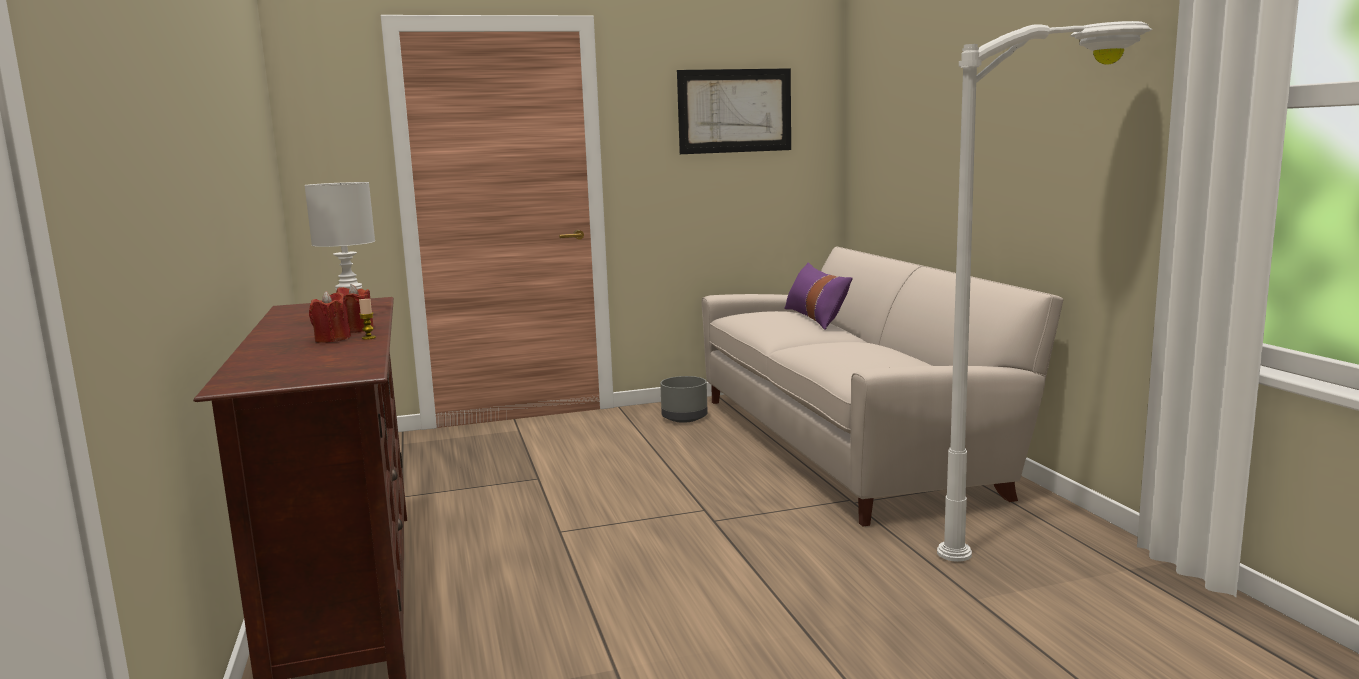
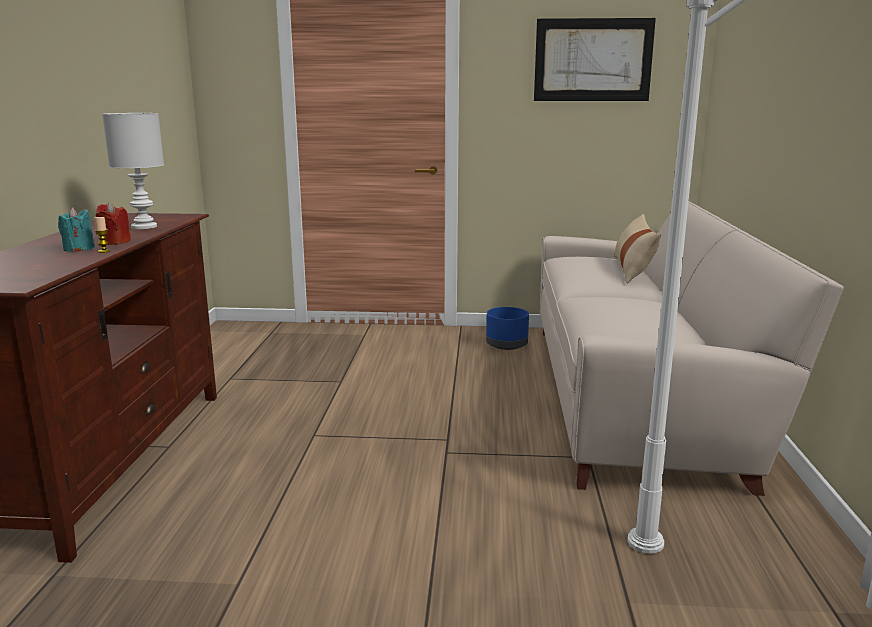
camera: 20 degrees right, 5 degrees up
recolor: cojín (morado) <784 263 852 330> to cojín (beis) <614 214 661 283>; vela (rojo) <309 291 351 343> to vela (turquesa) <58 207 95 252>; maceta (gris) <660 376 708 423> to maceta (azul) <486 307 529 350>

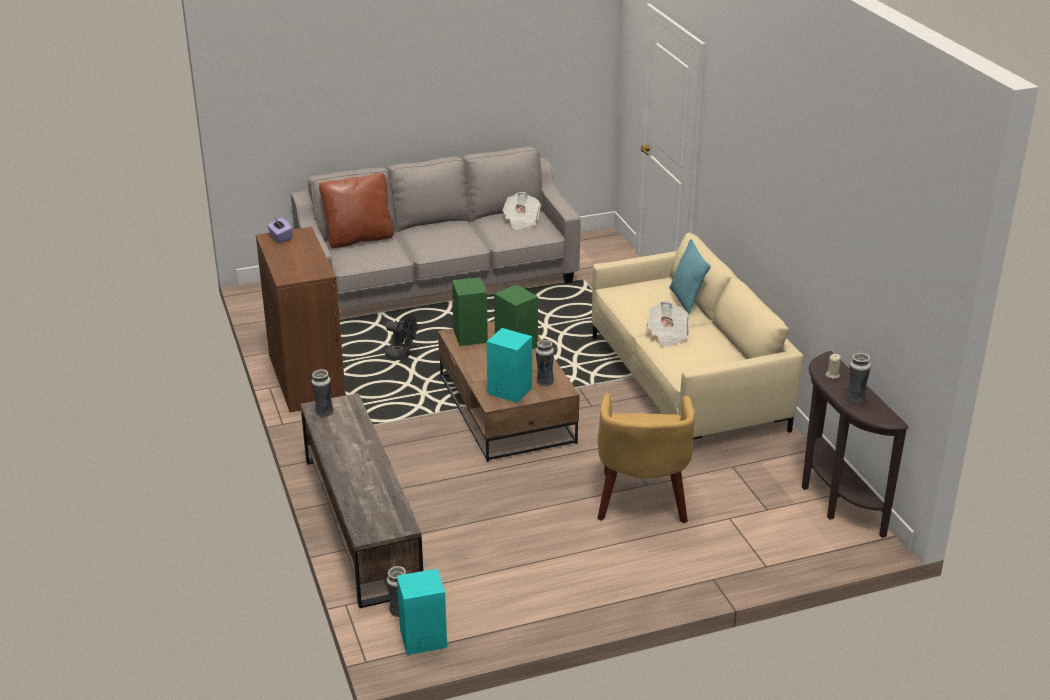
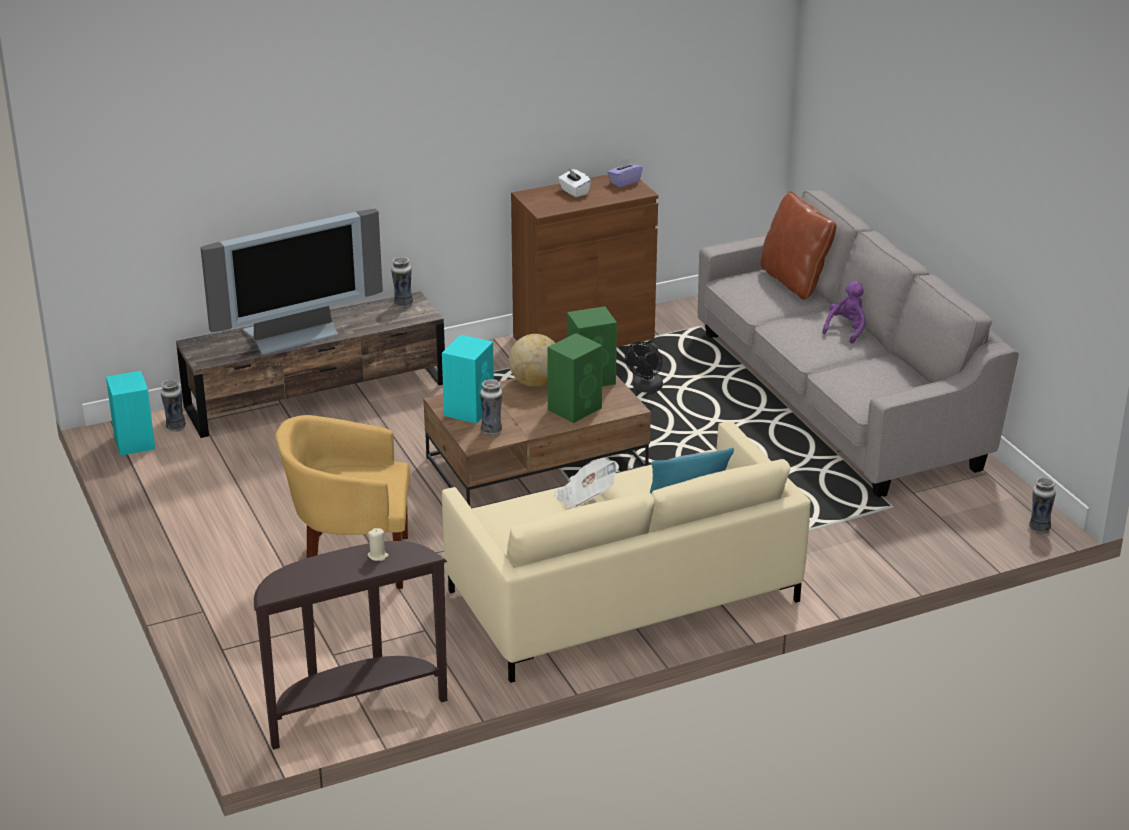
camera: 85 degrees right, 0 degrees up
delete: periódico <502 192 541 230>
insert: caja de pañuelos (blanco) <558 169 591 197>; televisor <200 209 383 354>; peluche (morado) <822 281 866 343>; globo terráqueo <509 334 555 387>
move: florero <847 353 871 404> to <1029 477 1056 534>

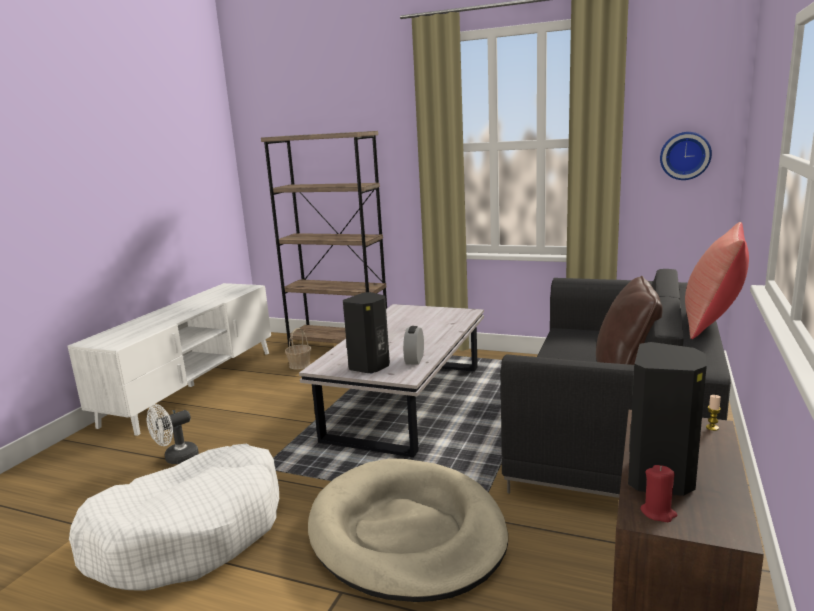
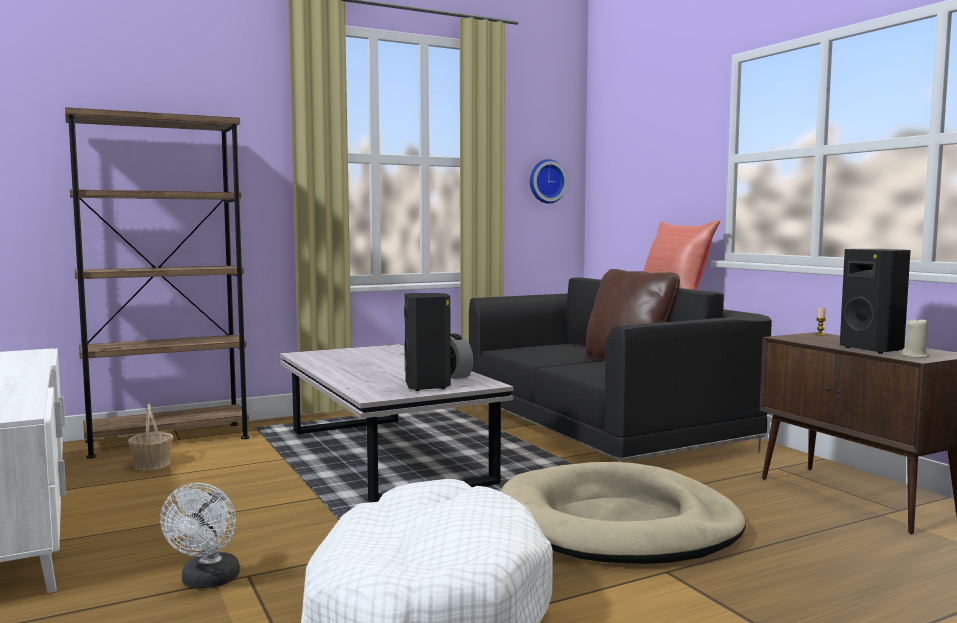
camera: 50 degrees left, 10 degrees down
recolor: vela (rojo) <640 465 677 522> to vela (beis) <902 318 930 358>

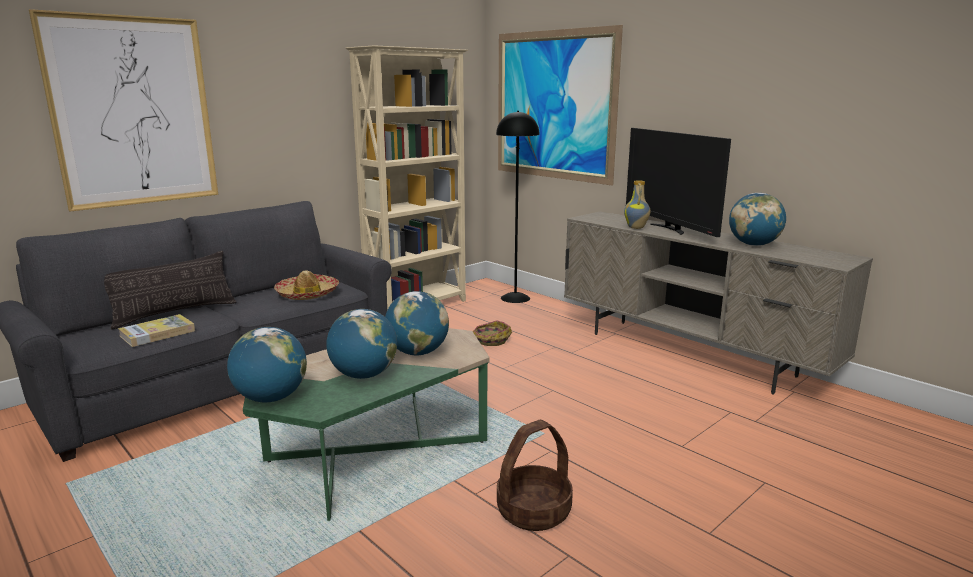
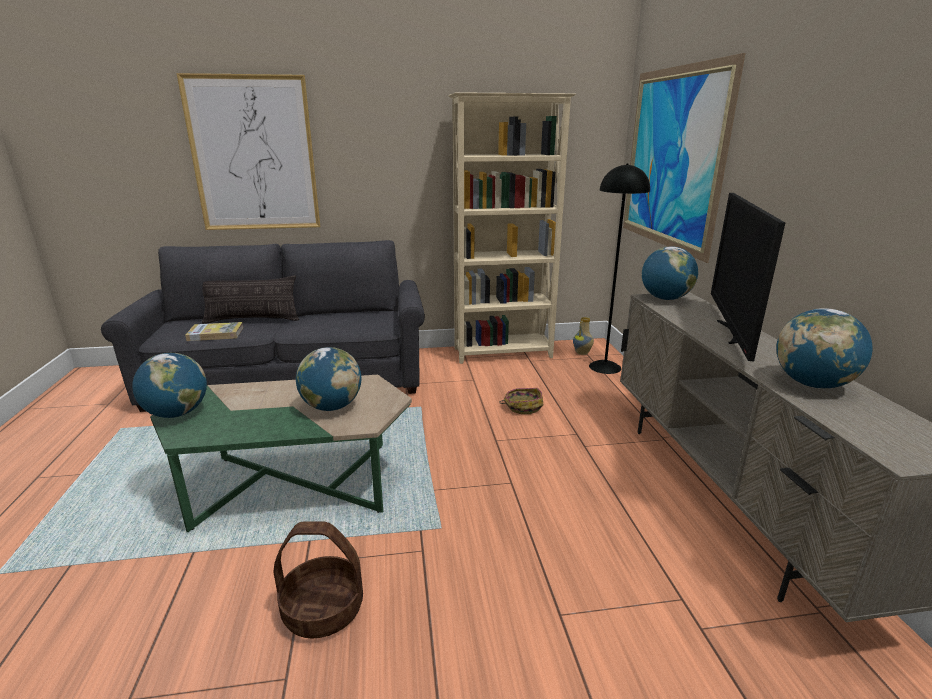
camera: 35 degrees right, 5 degrees up
delete: sombrero <274 270 339 300>
move: florero <624 180 650 229> to <573 317 594 355>; globo terráqueo <326 309 397 379> to <642 246 698 300>

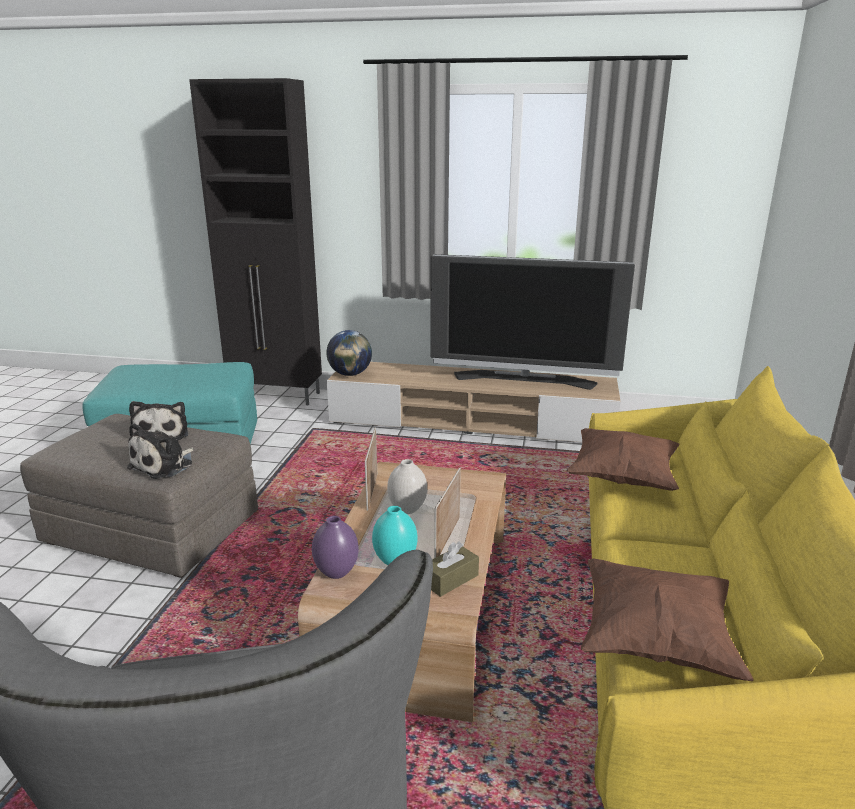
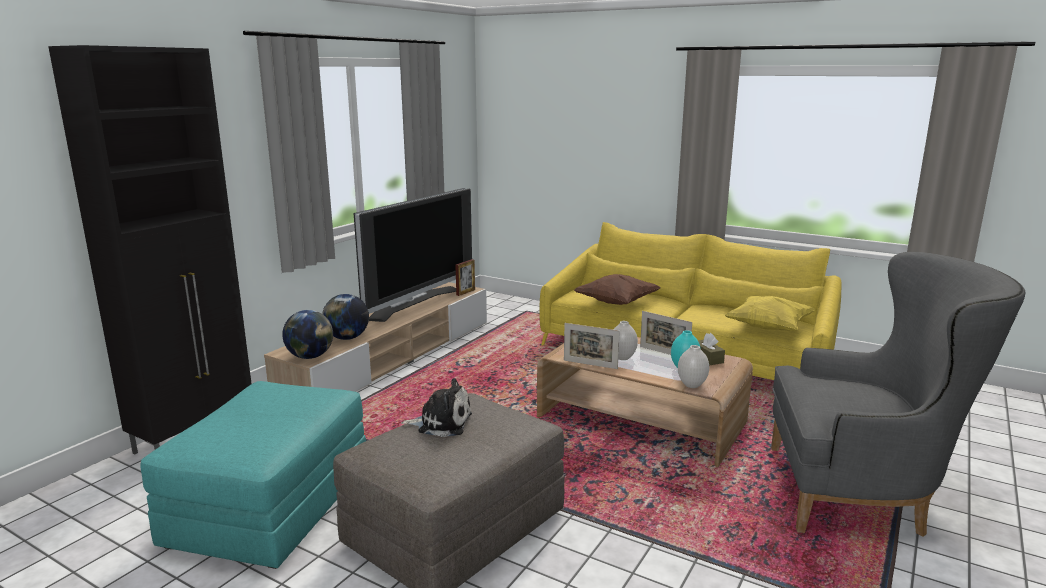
camera: 70 degrees left, 5 degrees down
delete: peluche <127 423 194 479>
insert: portarretratos <455 259 475 296>; globo terráqueo <322 294 369 340>
recolor: florero (morado) <312 516 359 579> to florero (blanco) <678 345 709 388>; cojín (marrón) <581 558 754 681> to cojín (amarillo) <725 296 816 331>

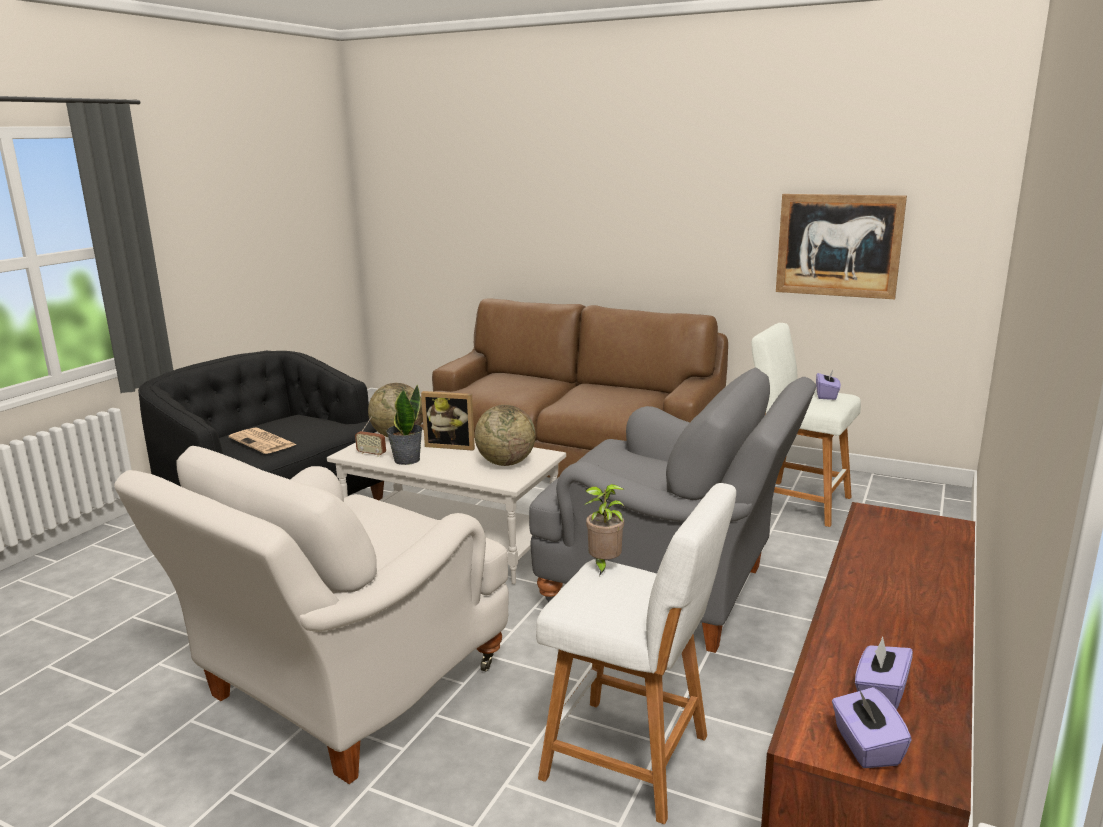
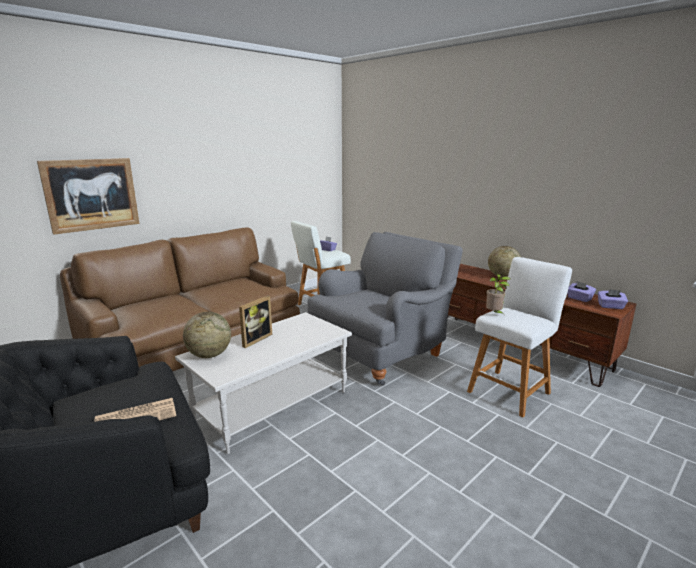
camera: 70 degrees left, 0 degrees up
delete: planta en maceta <386 385 423 465>; radio <355 417 386 457>; sillón (blanco) <114 446 509 784>
move: cuadro <776 194 907 299> to <37 158 139 235>; globo terráqueo <475 405 536 466> to <488 246 521 277>

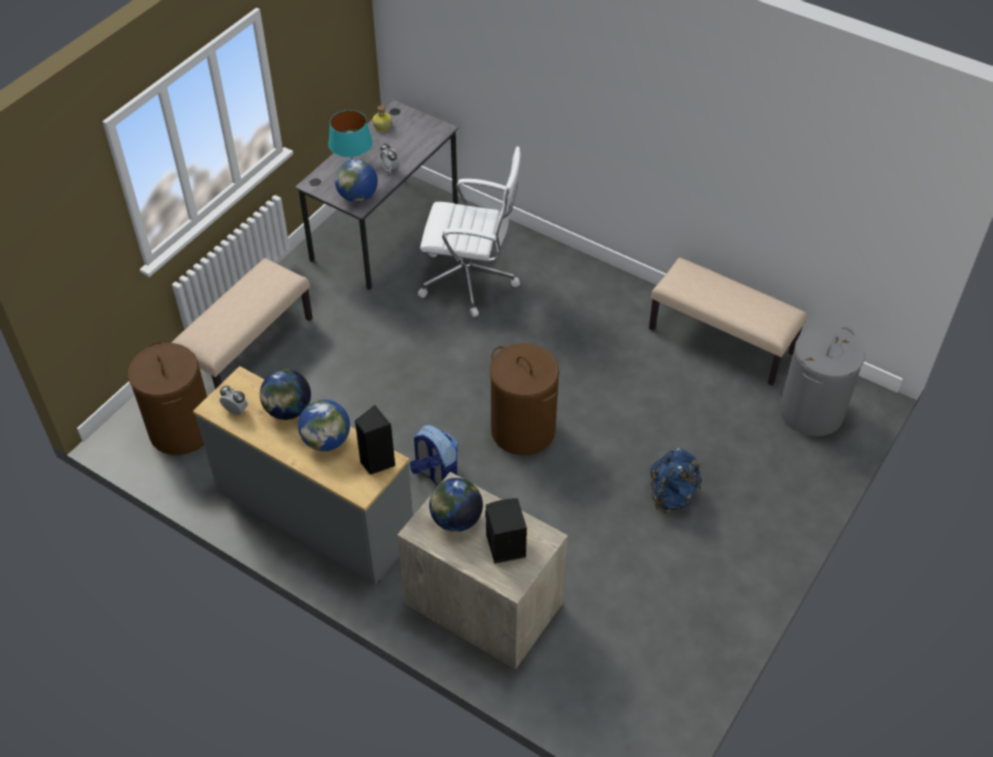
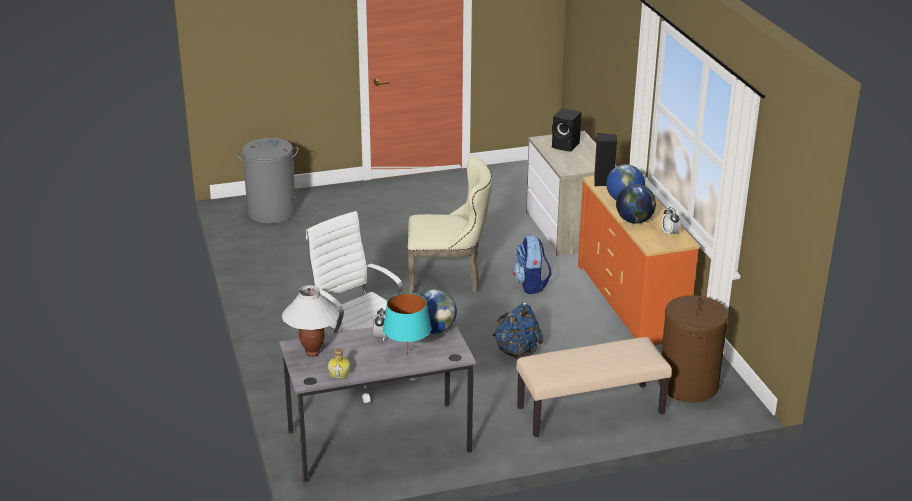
camera: 140 degrees left, 20 degrees down
delete: banco (beis) <649 258 807 386>; globo terráqueo <429 478 483 532>
insert: lámpara de mesa (blanco) <282 285 339 357>
move: mochila (azul) <650 448 702 513> to <492 302 544 359>
replace: cesto de la ropa (marrón) <490 343 559 455> to silla (beis) <407 156 492 293>
recolor: cómoda (gris) <193 366 413 585> to cómoda (naranja) <578 176 700 345>

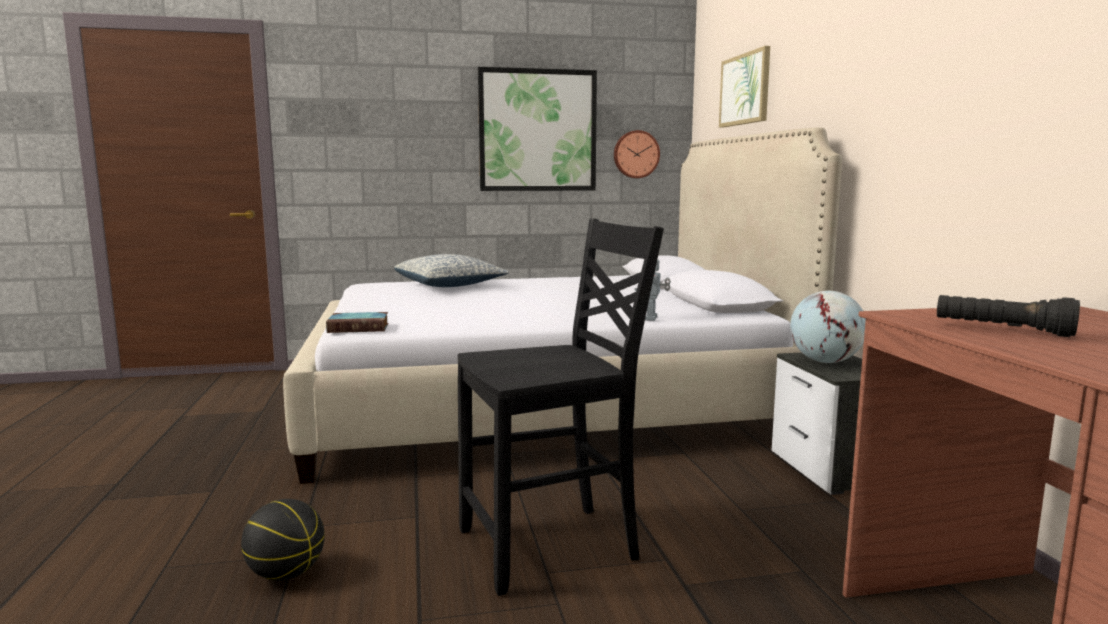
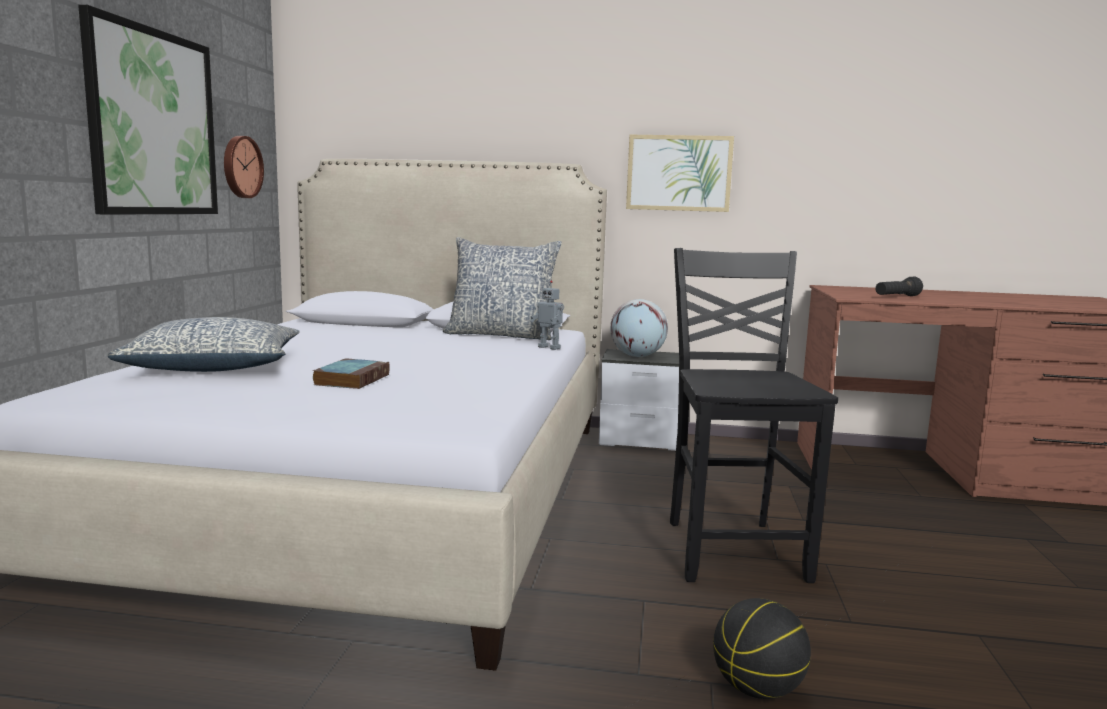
camera: 70 degrees left, 0 degrees up
insert: cojín <443 237 562 340>
move: cuadro <719 46 770 127> to <626 135 734 212>; libro <326 312 388 333> to <313 358 389 389>

